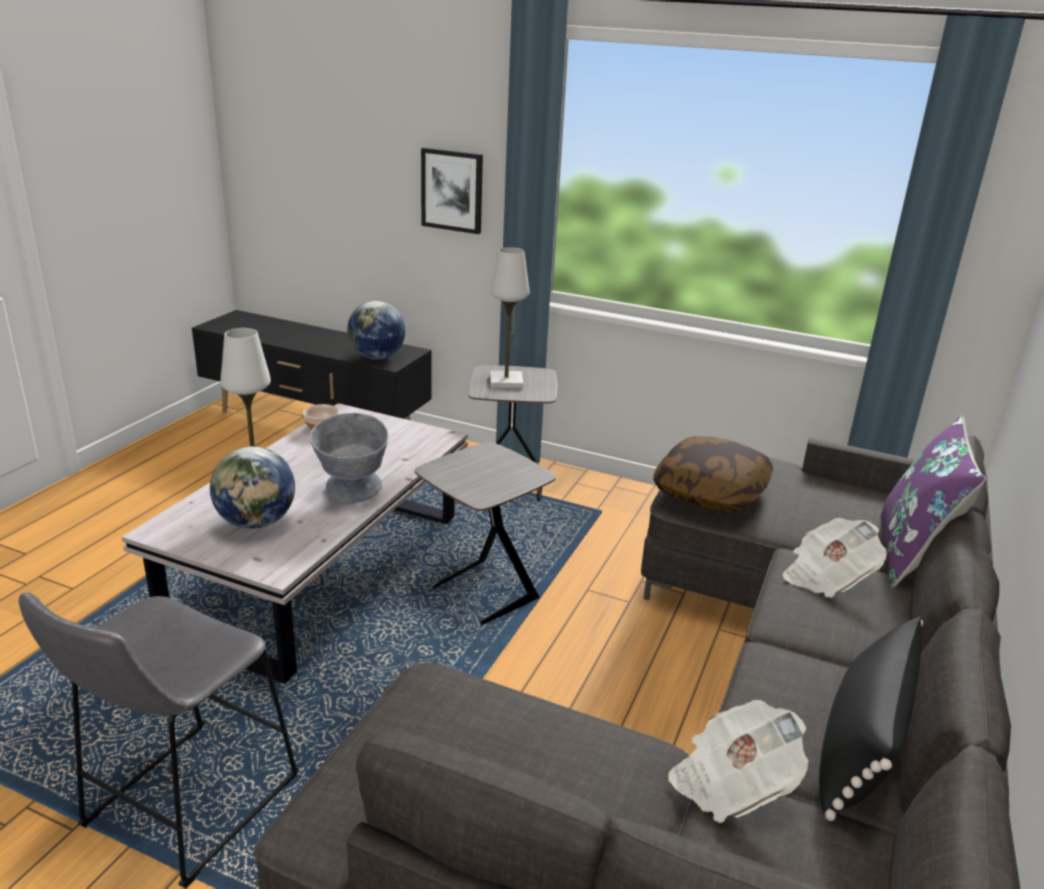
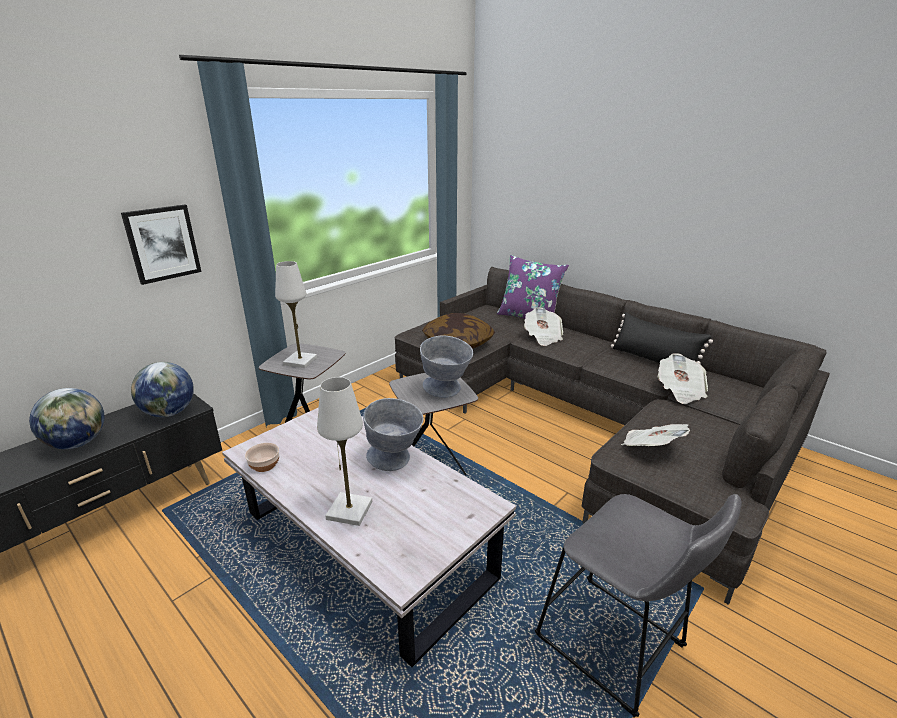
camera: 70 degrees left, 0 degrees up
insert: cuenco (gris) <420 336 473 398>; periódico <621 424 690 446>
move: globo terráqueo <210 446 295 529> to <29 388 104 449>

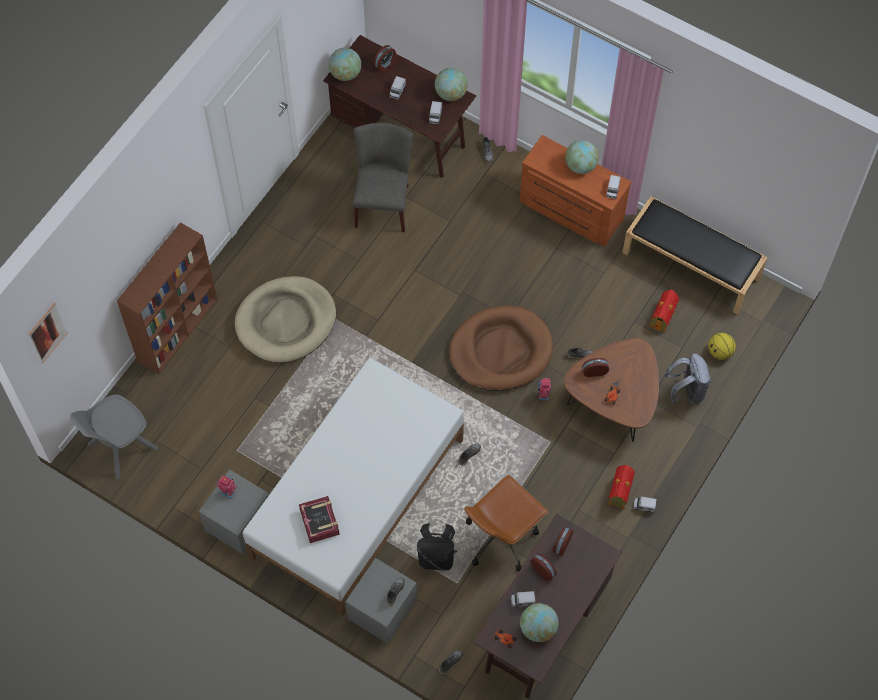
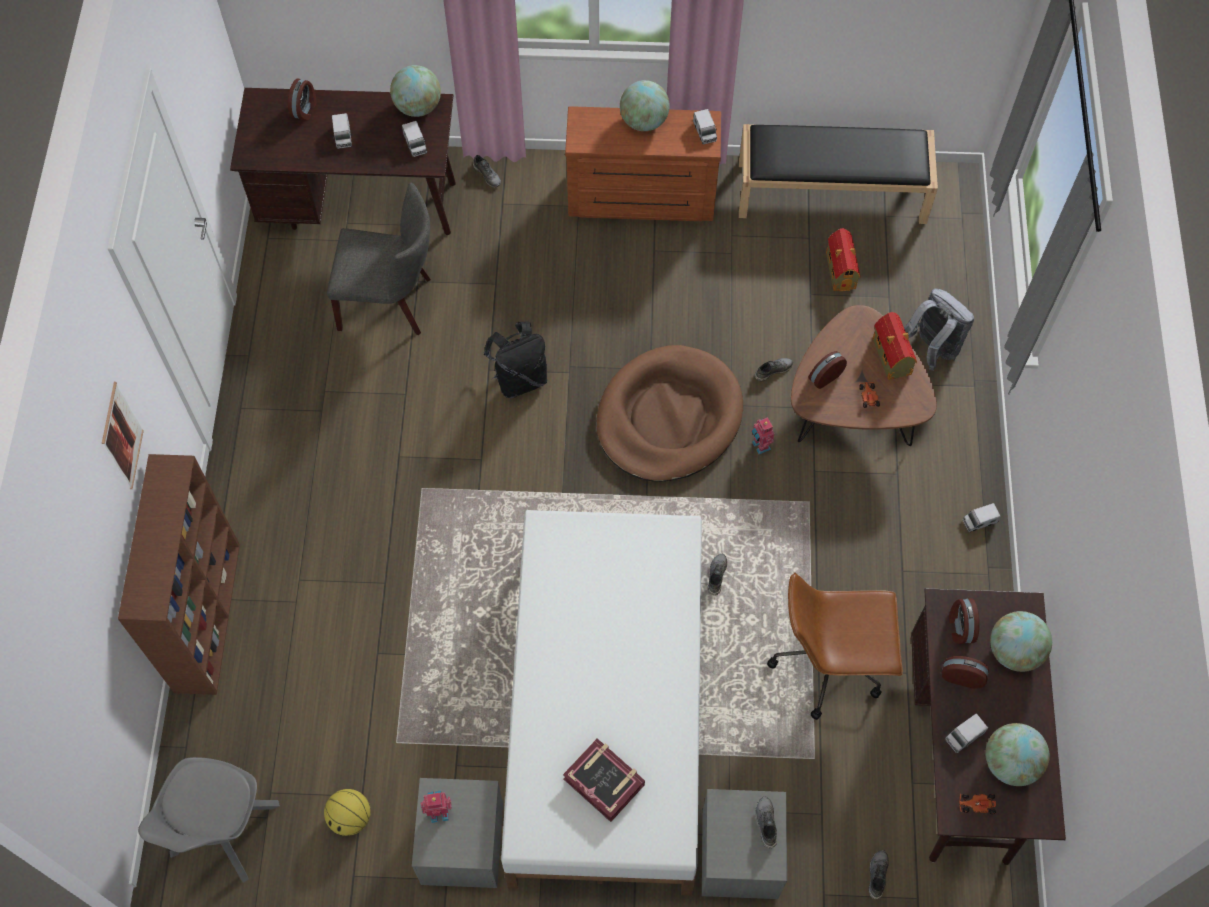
camera: 30 degrees left, 0 degrees up
delete: cama para perro (beis) <235 276 336 363>
move: globo terráqueo <328 48 361 81> to <990 611 1052 672>; cuadro <28 302 68 364> to <102 382 144 489>; balón de baloncesto <708 333 736 360> to <324 789 371 836>; casita <608 465 635 509> to <873 312 917 380>; mochila (negro) <416 523 457 571> to <484 321 547 398>
rotate: silla (gris) <353 123 413 232> = <327 183 431 335> 120 degrees clockwise; silla de oficina (marrón) <464 475 549 571> = <767 573 903 720> 75 degrees clockwise

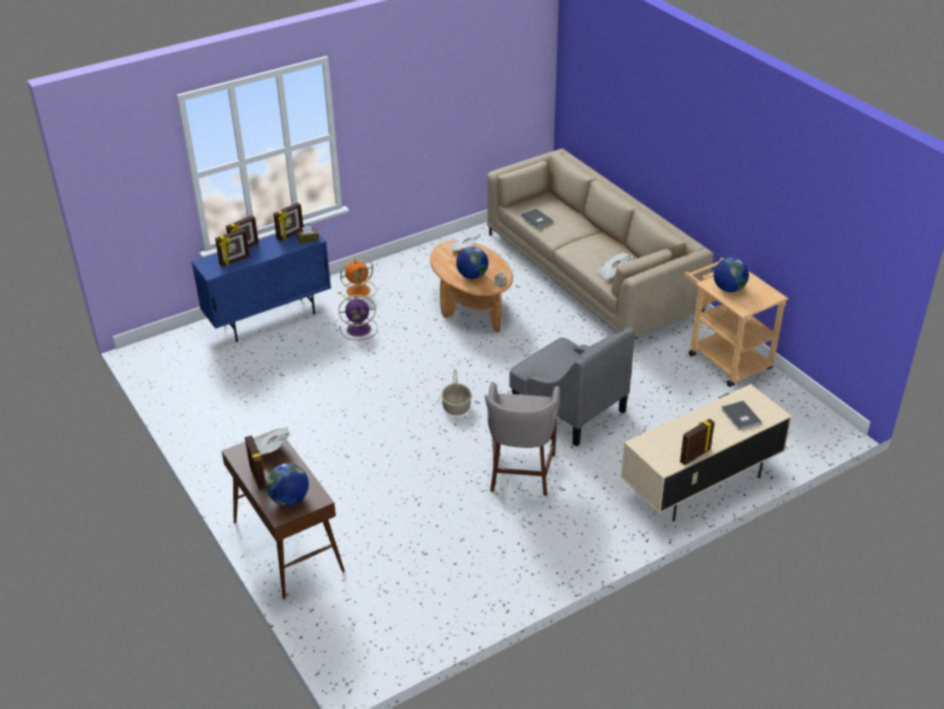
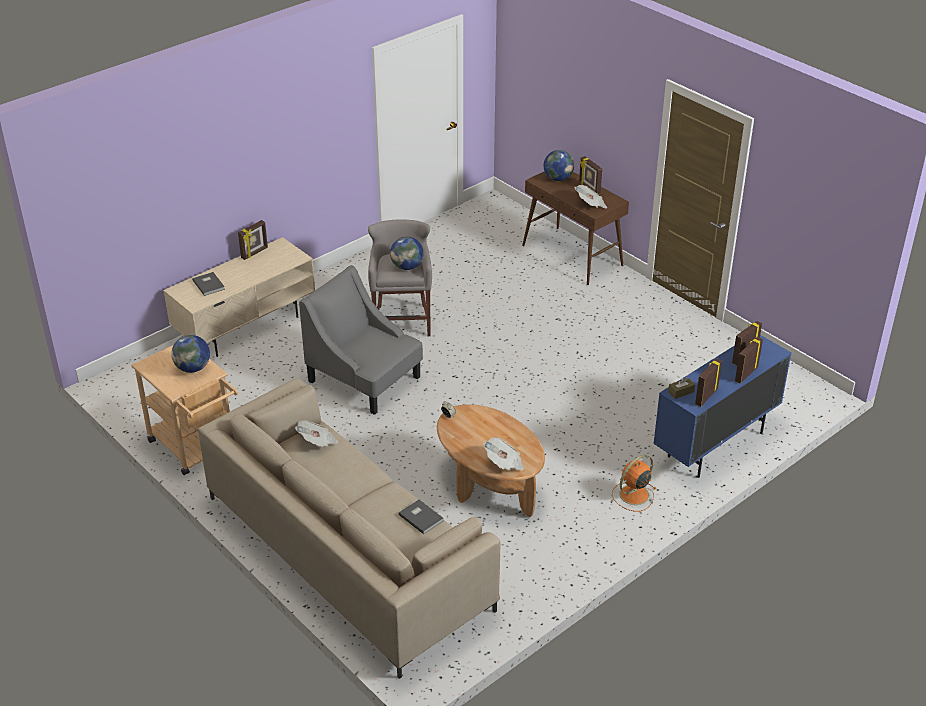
camera: 170 degrees right, 0 degrees up
delete: ventilador (morado) <338 295 378 340>; cesta <441 370 472 416>
move: globo terráqueo <456 247 488 279> to <390 237 424 270>

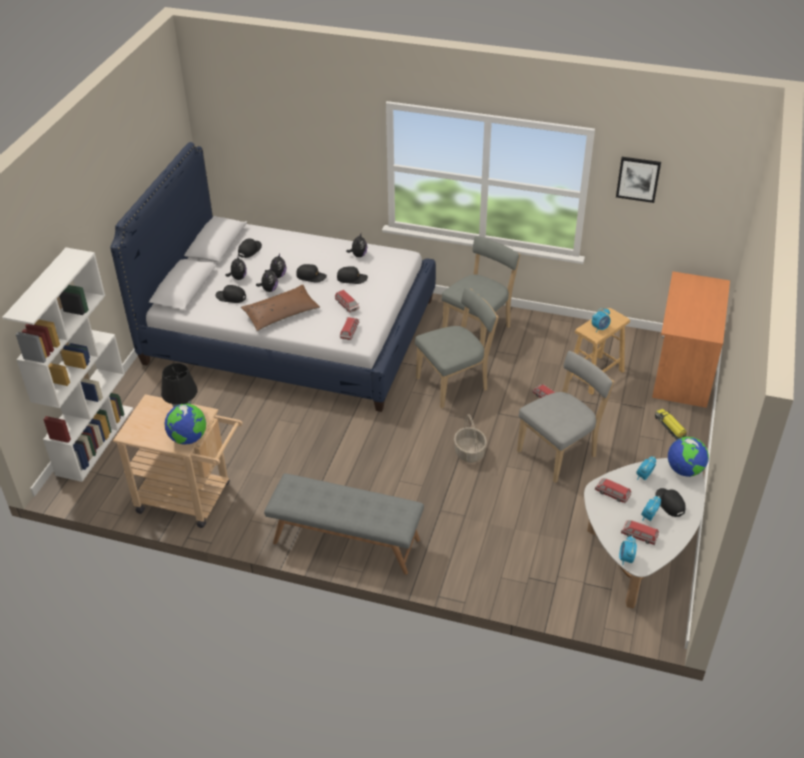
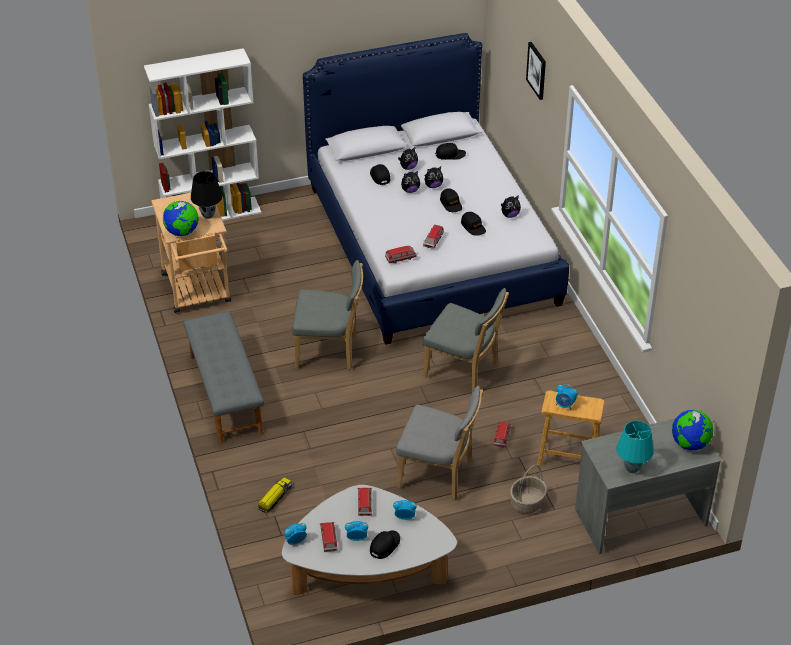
camera: 55 degrees right, 0 degrees up
delete: cojín (marrón) <241 285 320 331>
insert: lámpara de mesa (turquesa) <616 421 654 473>
move: cuadro <616 157 661 203> to <526 42 546 100>; silla (gris) <441 236 520 347> to <292 260 363 370>; camión de juguete <655 409 687 440> to <258 477 292 514>; cesta <454 414 487 463> to <510 465 547 514>; globo terráqueo <668 437 709 477> to <672 410 713 451>
recolor: escritorio (naranja) <652 271 730 408> to escritorio (gris) <575 418 721 554>

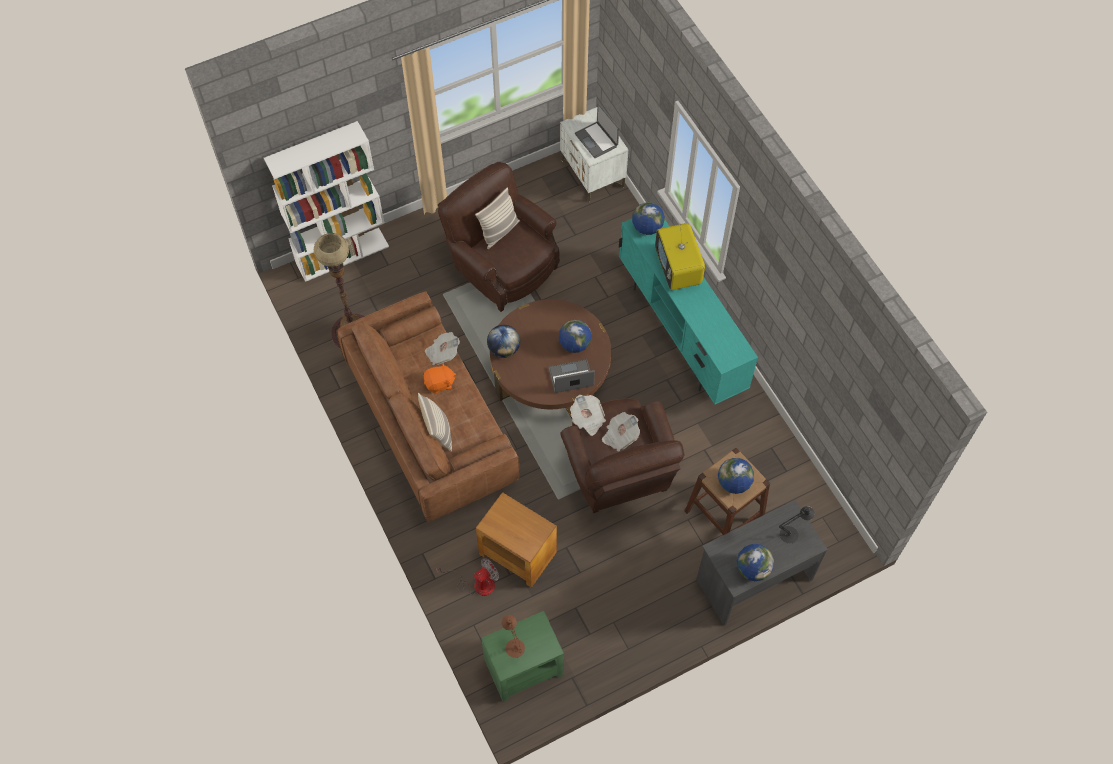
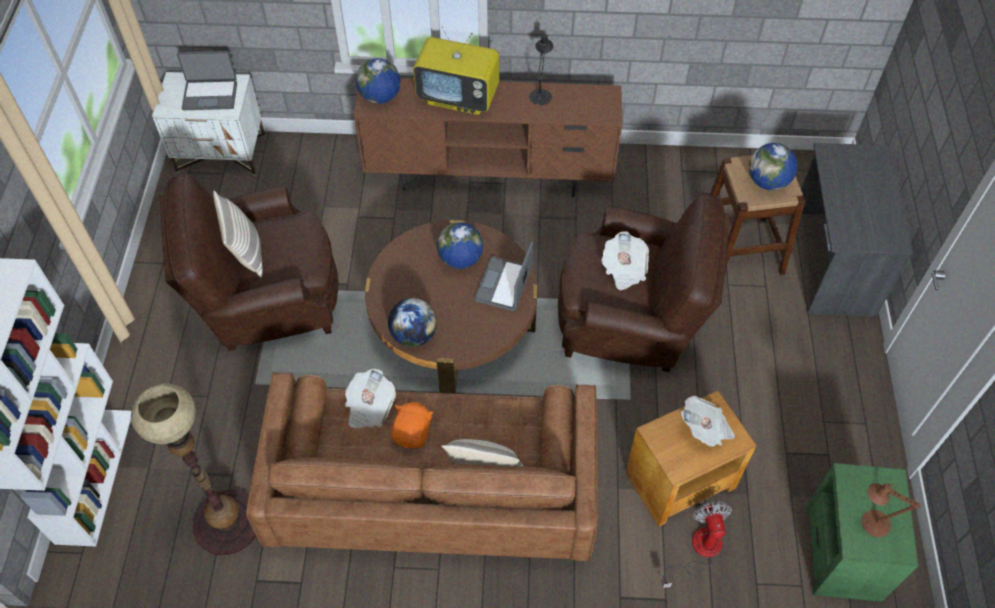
camera: 60 degrees left, 5 degrees down
delete: globo terráqueo <737 544 774 581>
move: periódico <570 395 606 436> to <681 396 735 447>; lámpara de mesa (negro) <779 506 815 544> to <529 34 553 105>
recolor: mueble de televisión (turquesa) <619 219 758 405> to mueble de televisión (marrón) <353 78 623 197>

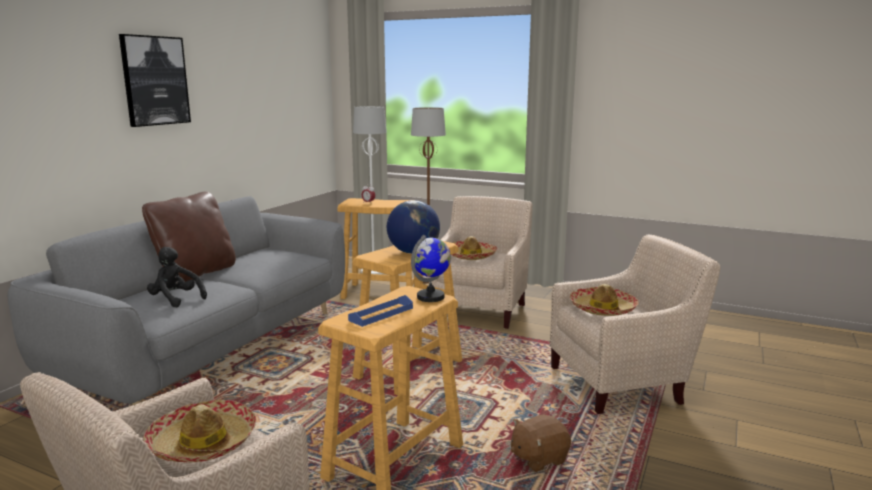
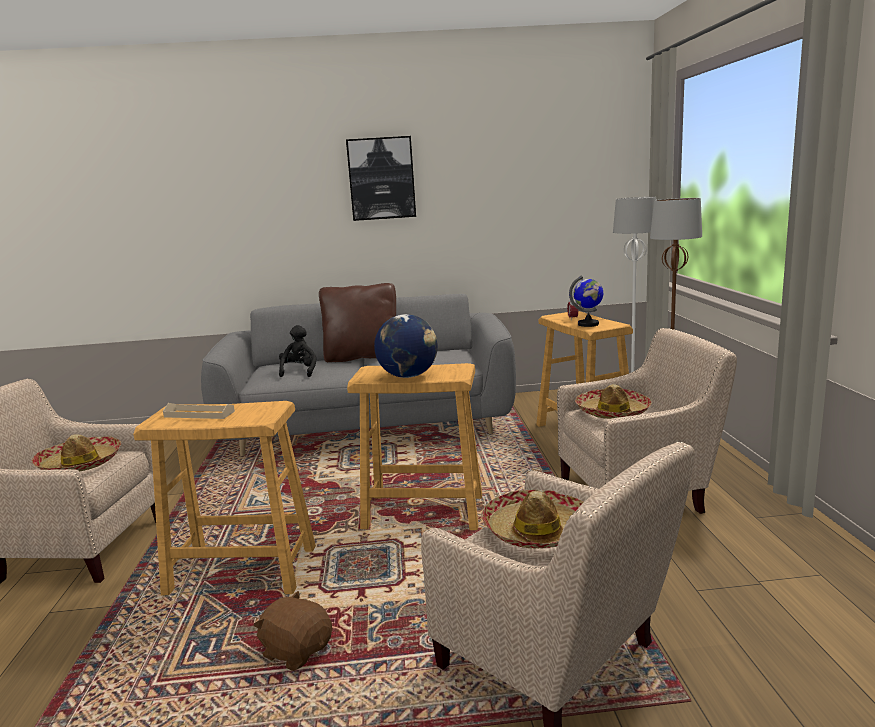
camera: 60 degrees right, 0 degrees up
move: globo terráqueo <411 235 451 302> to <569 275 603 327>
recolor: bandeja (azul) <348 295 413 327> to bandeja (beis) <163 403 235 419>

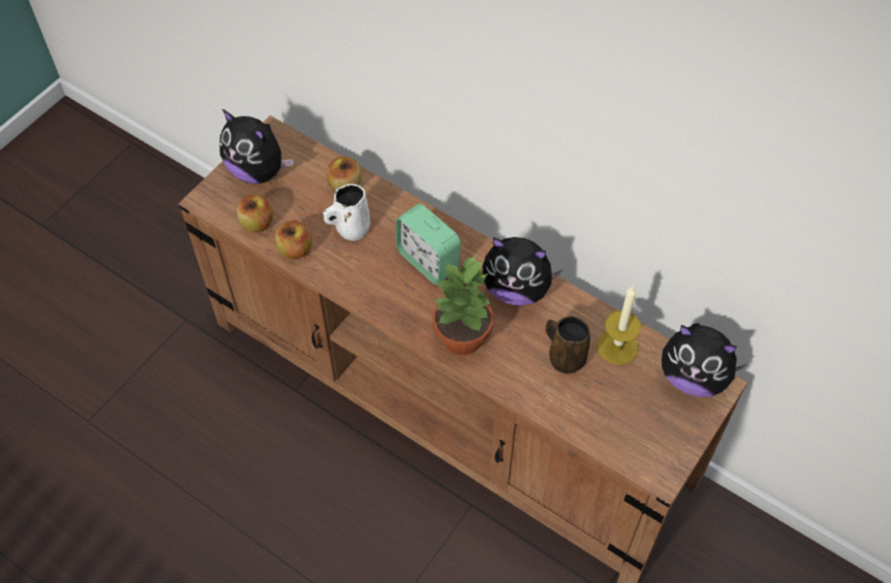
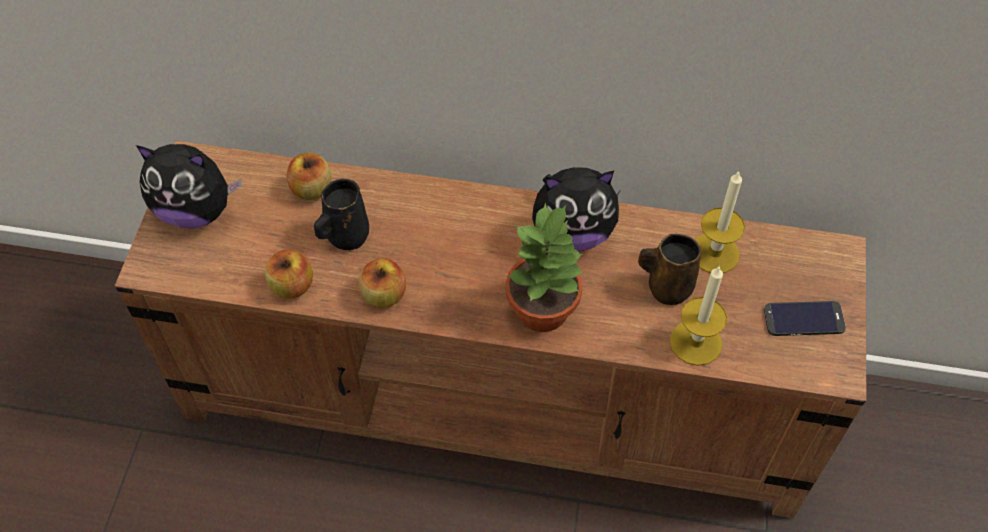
camera: 25 degrees left, 0 degrees up
delete: despertador <396 204 461 284>; peluche <661 323 746 397>
insert: vela <670 266 727 366>; móvil <764 301 846 336>
move: manzana <237 194 273 232> to <359 258 406 308>
recolor: taza grande (blanco) <323 184 370 241> to taza grande (negro) <314 179 369 250>

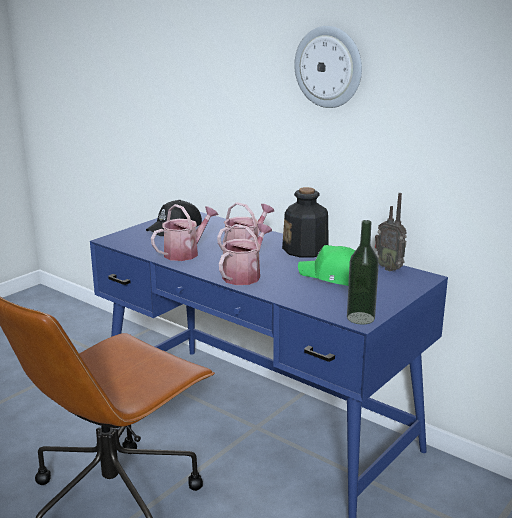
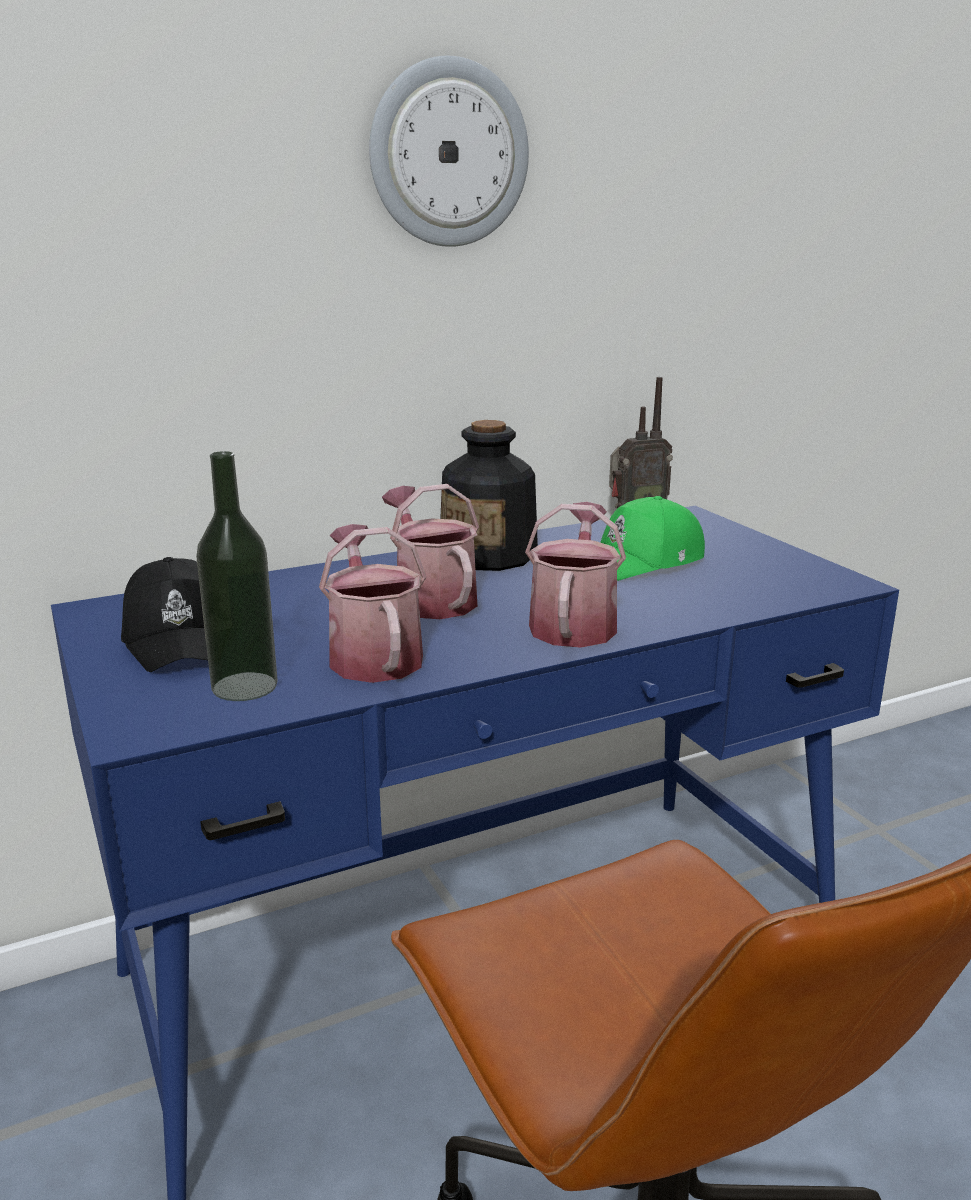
camera: 65 degrees left, 0 degrees up
move: botella <347 220 379 324> to <196 451 278 701>
rotate: regadera <219 224 272 285> = <525 502 626 648> 45 degrees clockwise

